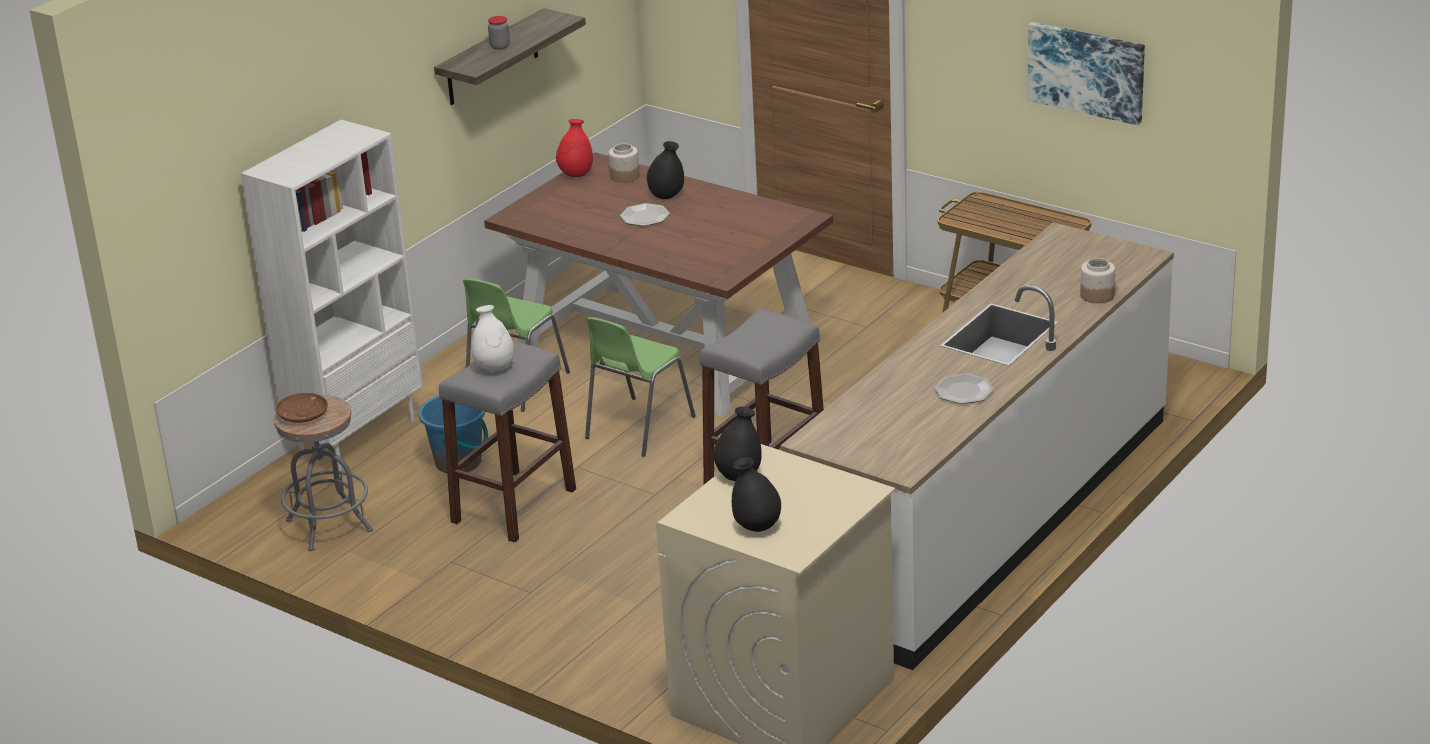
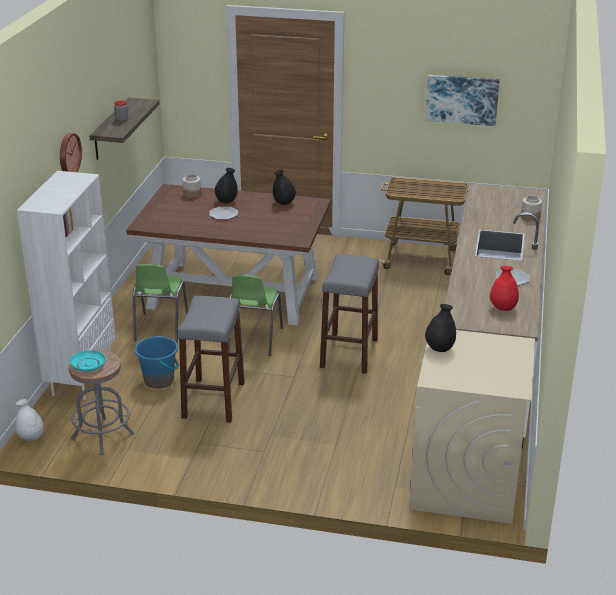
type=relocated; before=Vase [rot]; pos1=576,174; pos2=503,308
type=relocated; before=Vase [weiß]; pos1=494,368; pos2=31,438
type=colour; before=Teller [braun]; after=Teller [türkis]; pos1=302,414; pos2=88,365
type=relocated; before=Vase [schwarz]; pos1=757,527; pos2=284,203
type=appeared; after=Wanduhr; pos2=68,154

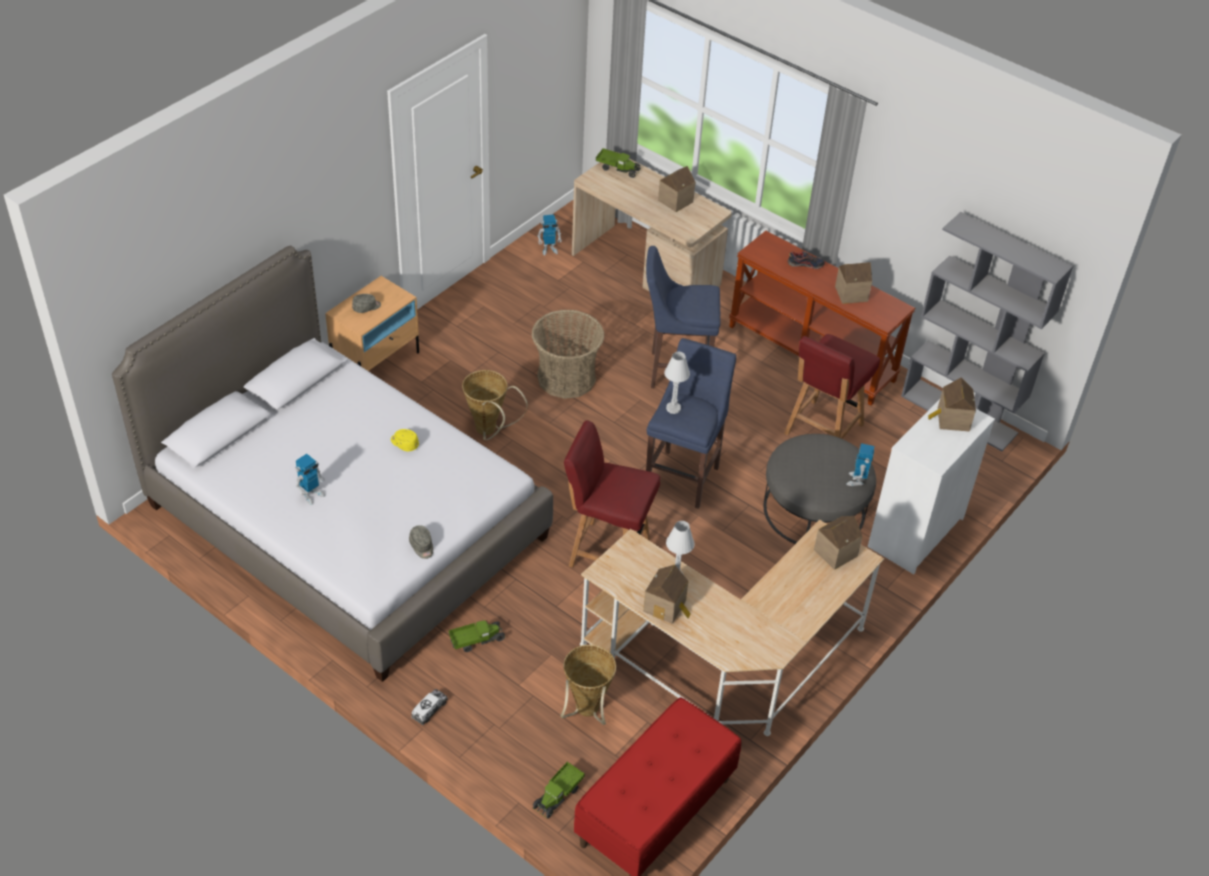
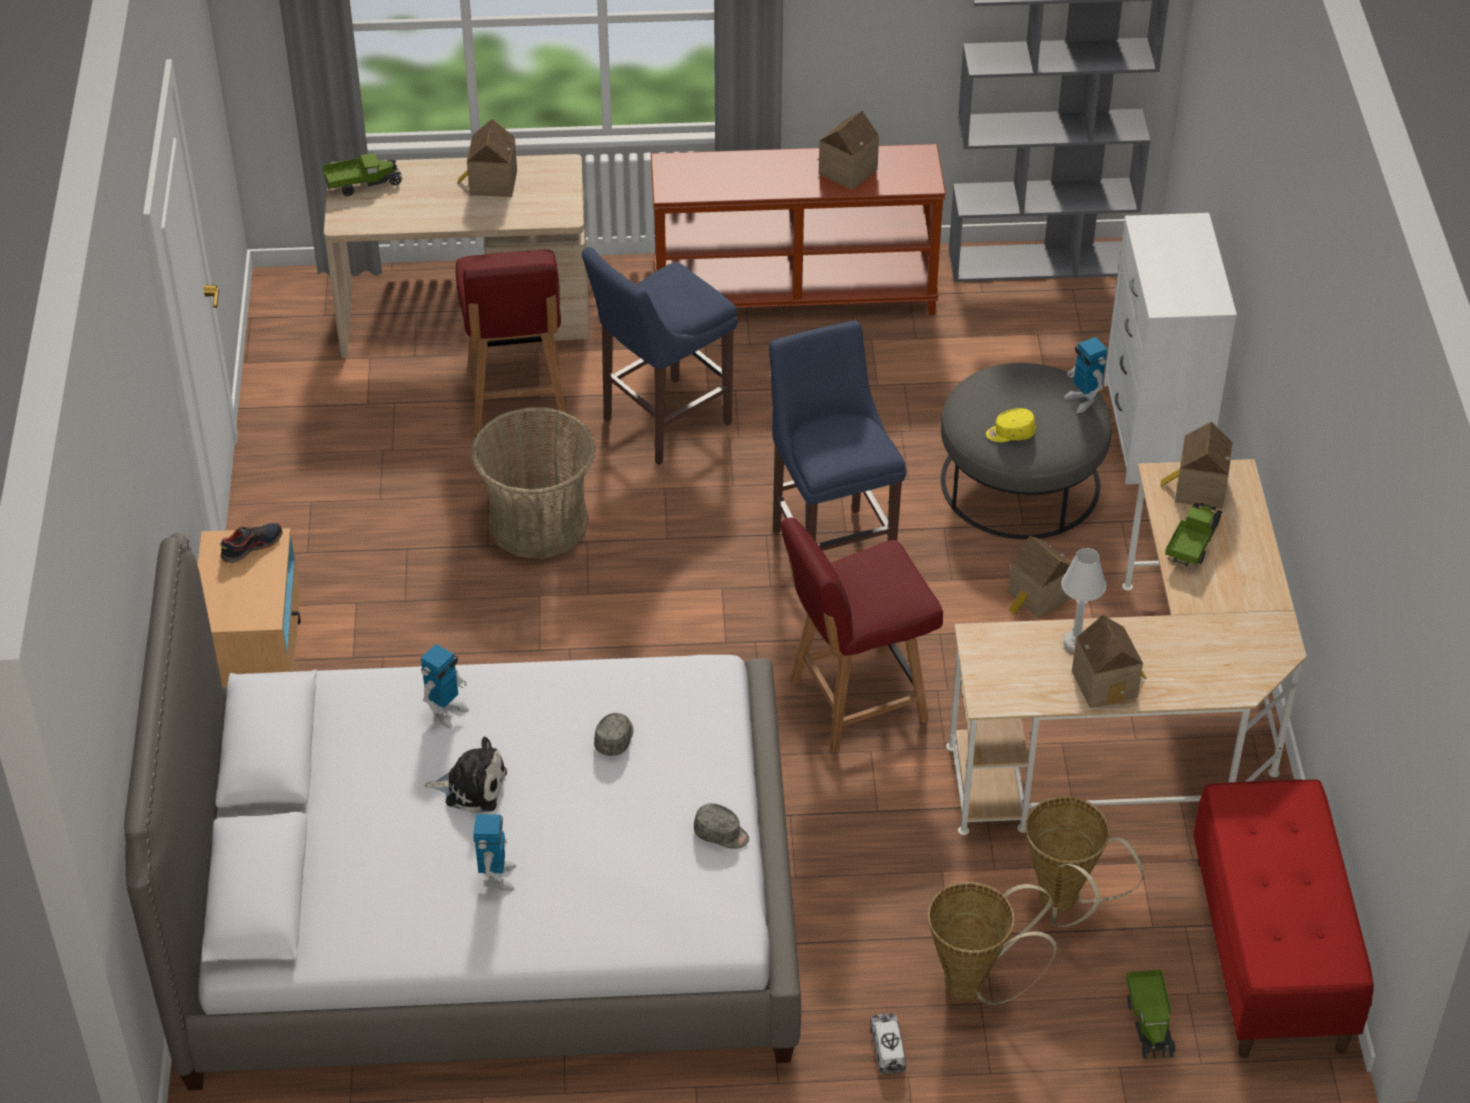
type=relocated; before=Spielzeugroboter; pos1=549,249; pos2=446,711
type=relocated; before=Schuh; pos1=805,264; pos2=251,546
type=relocated; before=Kappe [grau]; pos1=366,307; pos2=615,738
type=relocated; before=Stuhl [rot]; pos1=822,430; pos2=517,400
type=missing; before=Tischlampe [weiß]; pos1=673,408
type=relocated; before=Korb; pos1=489,431; pos2=975,986
type=relocated; before=Spielzeughaus; pos1=951,419; pos2=1038,597
type=relocated; before=Kappe [gelb]; pos1=404,443; pos2=1010,433
type=relocated; before=Spielzeuglaster; pos1=476,640; pos2=1192,543
type=appeared; after=Plüschtier; pos2=471,786

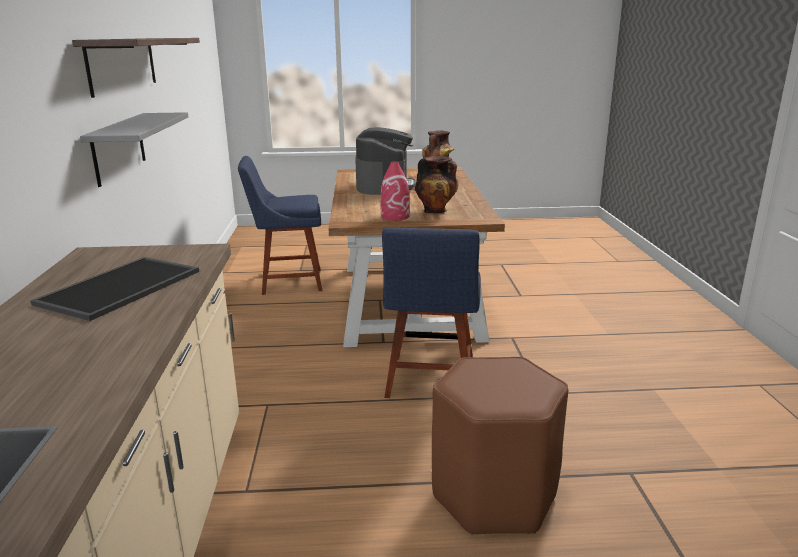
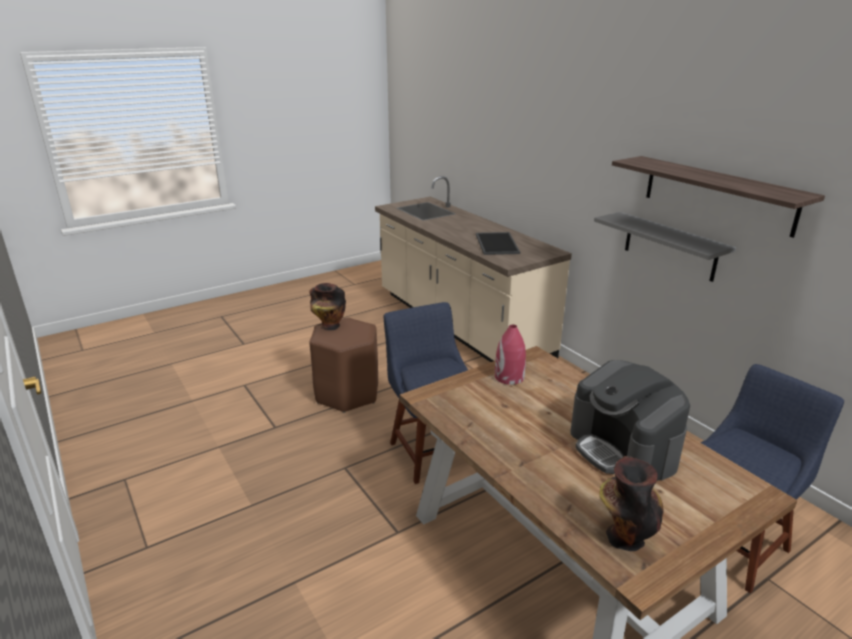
type=relocated; before=Vase; pos1=436,211; pos2=329,326

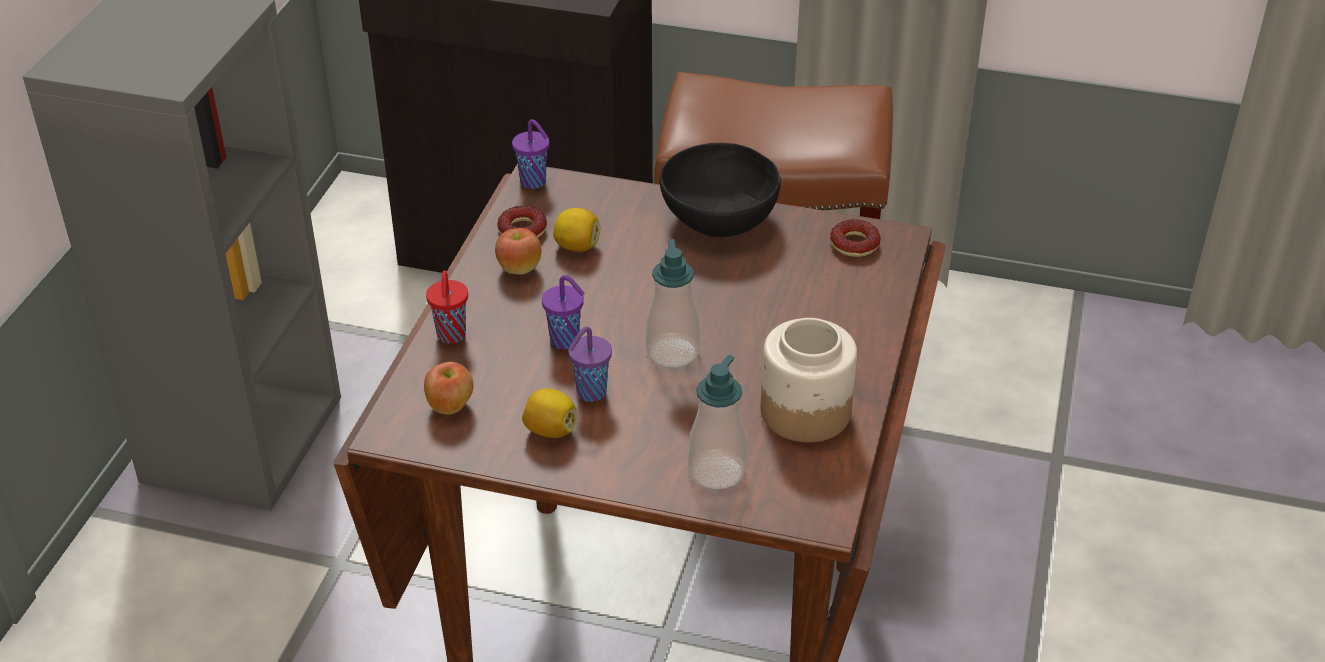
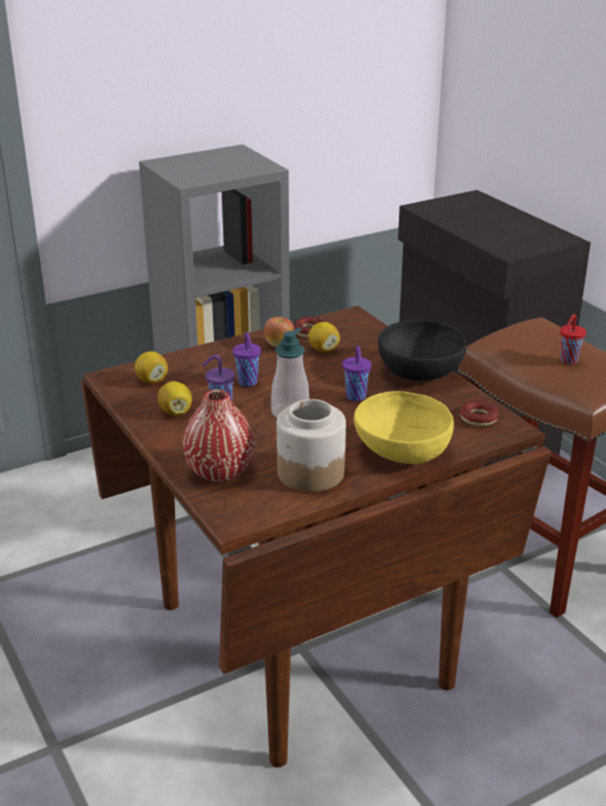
type=relocated; before=Tasse [lila]; pos1=534,182; pos2=356,397
type=relocated; before=Tasse [rot]; pos1=451,336; pos2=568,361
type=exchanged; before=Seifenspender; after=Vase [rot]; pos1=716,471; pos2=219,471
type=exchanged; before=Apfel; after=Zitrone; pos1=451,406; pos2=152,380
type=appeared; after=Schüssel [gelb]; pos2=401,451

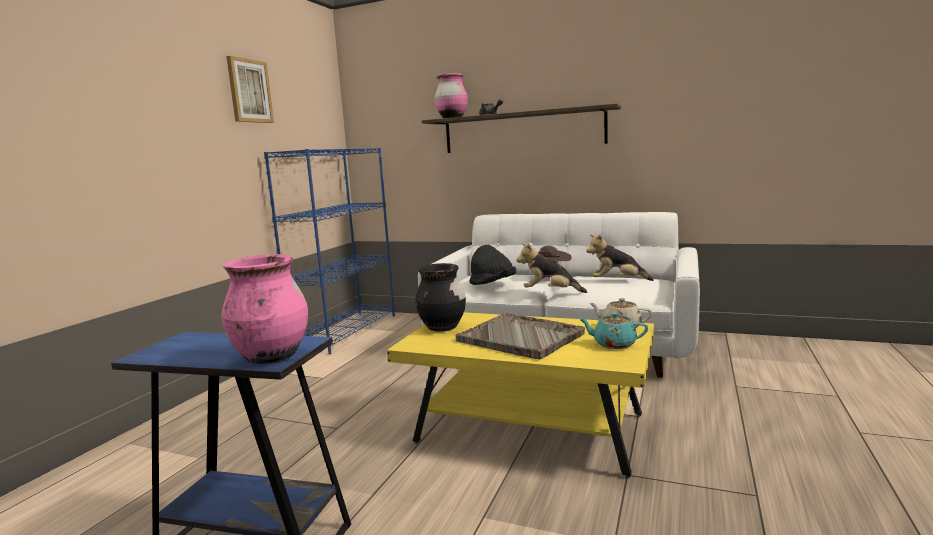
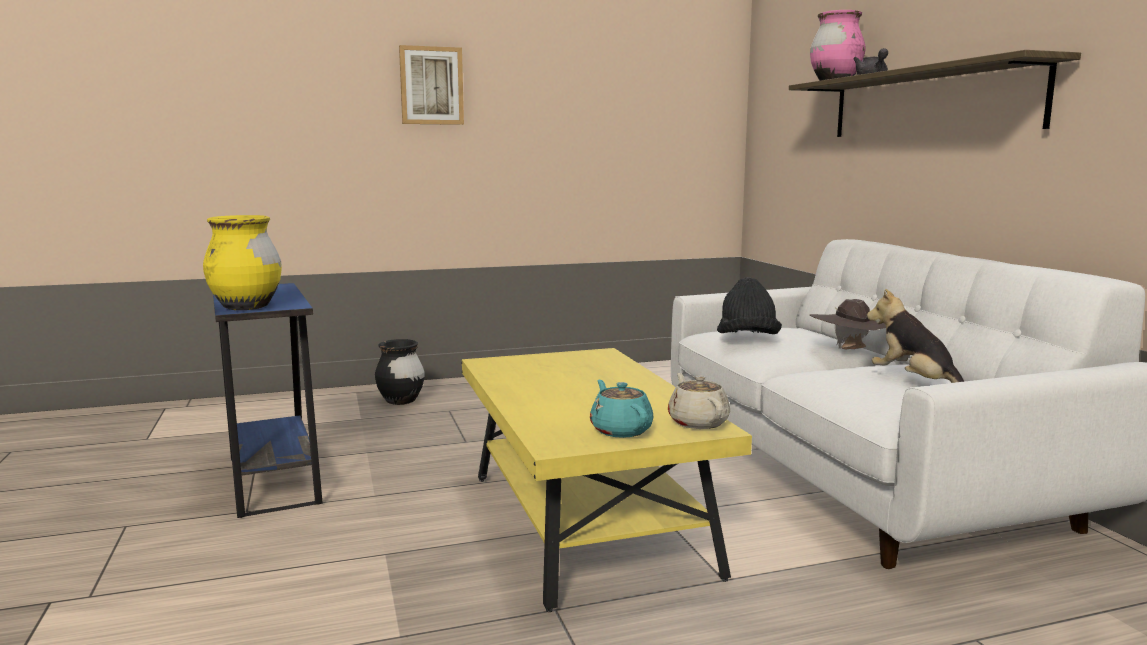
type=relocated; before=Bild; pos1=249,91; pos2=431,86
type=missing; before=Bücherregal [blau]; pos1=346,331
type=missing; before=Plüschtier; pos1=550,292
type=colour; before=Vase [rosa]; after=Vase [gelb]; pos1=272,357; pos2=246,307
type=relocated; before=Vase [schwarz]; pos1=442,327; pos2=401,401
type=missing; before=Tablett [grau]; pos1=521,338

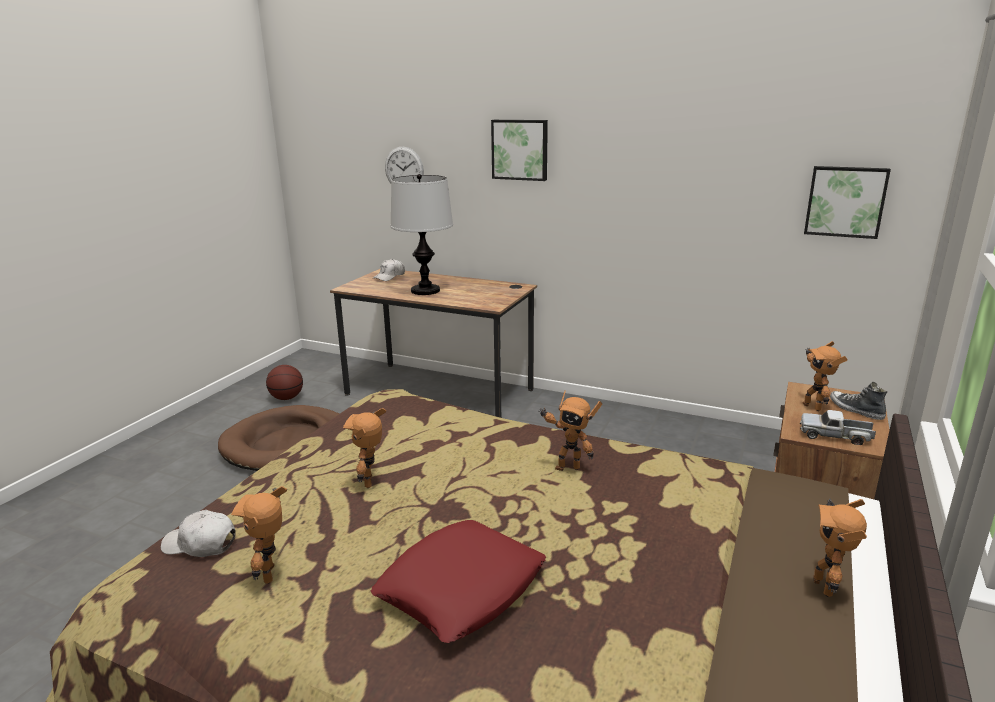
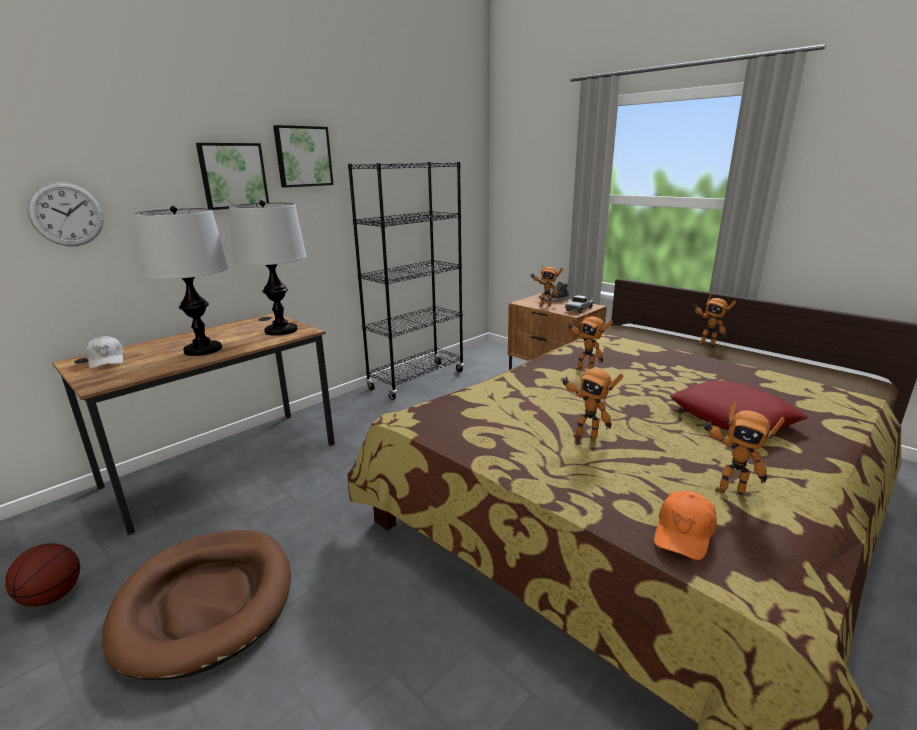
type=relocated; before=Bild; pos1=845,201; pos2=303,156
type=spun; before=Spielzeugroboter; pos1=567,467; pos2=584,368; turn=90
type=colour; before=Kappe [weiß]; after=Kappe [orange]; pos1=200,544; pos2=684,533
type=appeared; after=Bücherregal [schwarz]; pos2=417,380
type=appeared; after=Tischlampe; pos2=281,330

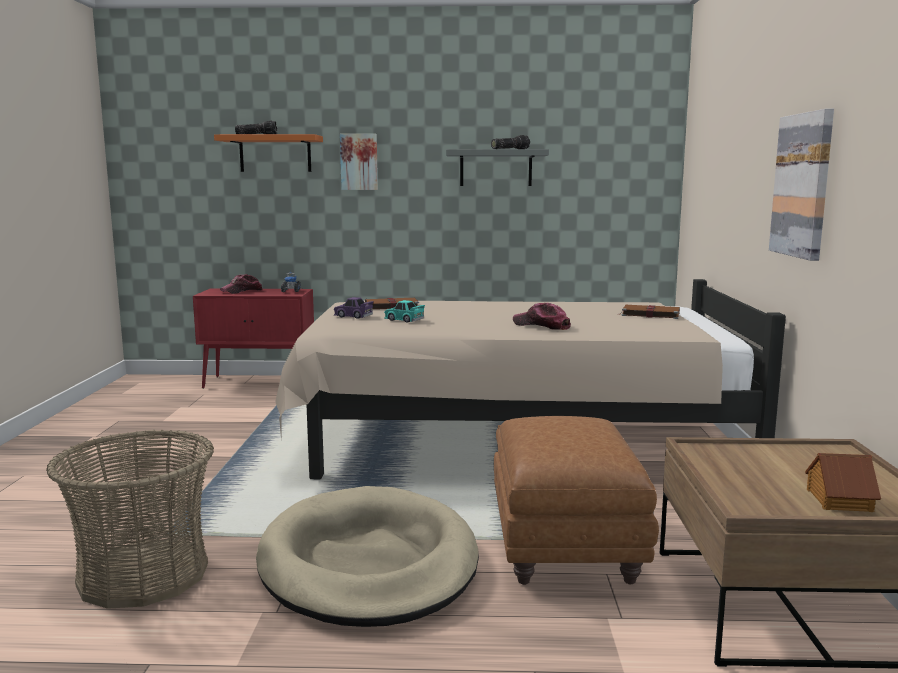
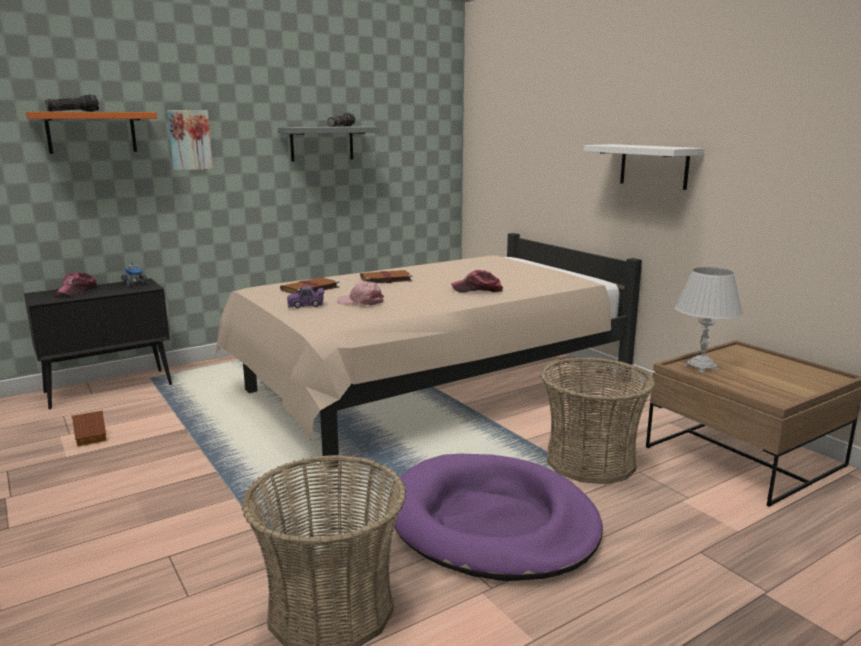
type=exchanged; before=Bild; after=Wandregal [weiß]; pos1=802,185; pos2=654,166
type=colour; before=Schrank [rot]; after=Schrank [schwarz]; pos1=260,383; pos2=110,388
type=exchanged; before=Spielzeugauto [türkis]; after=Kappe [rosa]; pos1=404,320; pos2=361,302
type=relocated; before=Buch [braun]; pos1=649,314; pos2=385,279
type=exchanged; before=Polsterhocker [braun]; after=Korb; pos1=566,546; pos2=590,461
type=relocated; before=Spielzeughaus; pos1=838,500; pos2=90,438
type=colour; before=Hundebett [beige]; after=Hundebett [lila]; pos1=369,563; pos2=492,523
type=appeared; after=Tischlampe [weiß]; pos2=701,367

